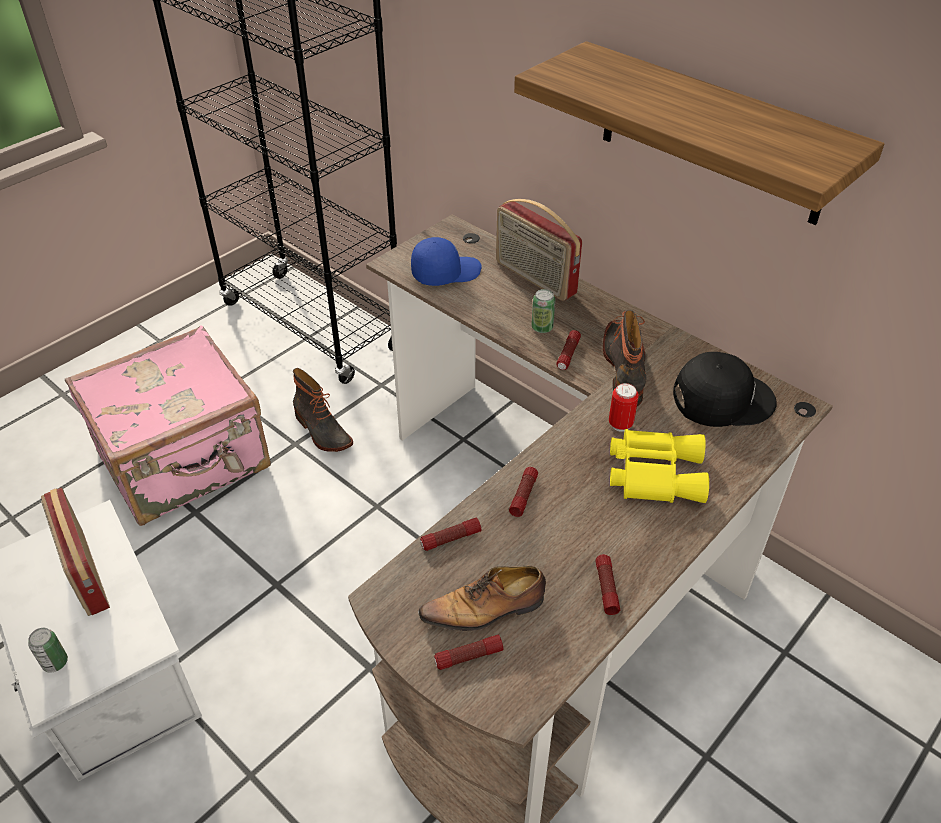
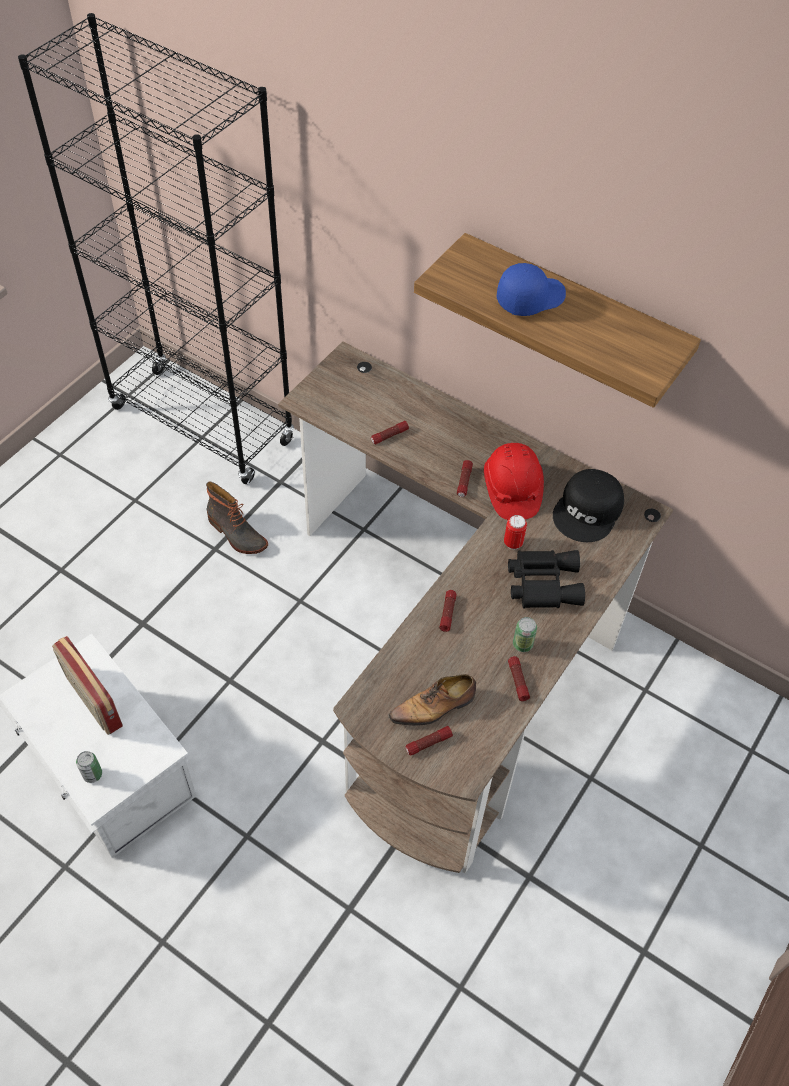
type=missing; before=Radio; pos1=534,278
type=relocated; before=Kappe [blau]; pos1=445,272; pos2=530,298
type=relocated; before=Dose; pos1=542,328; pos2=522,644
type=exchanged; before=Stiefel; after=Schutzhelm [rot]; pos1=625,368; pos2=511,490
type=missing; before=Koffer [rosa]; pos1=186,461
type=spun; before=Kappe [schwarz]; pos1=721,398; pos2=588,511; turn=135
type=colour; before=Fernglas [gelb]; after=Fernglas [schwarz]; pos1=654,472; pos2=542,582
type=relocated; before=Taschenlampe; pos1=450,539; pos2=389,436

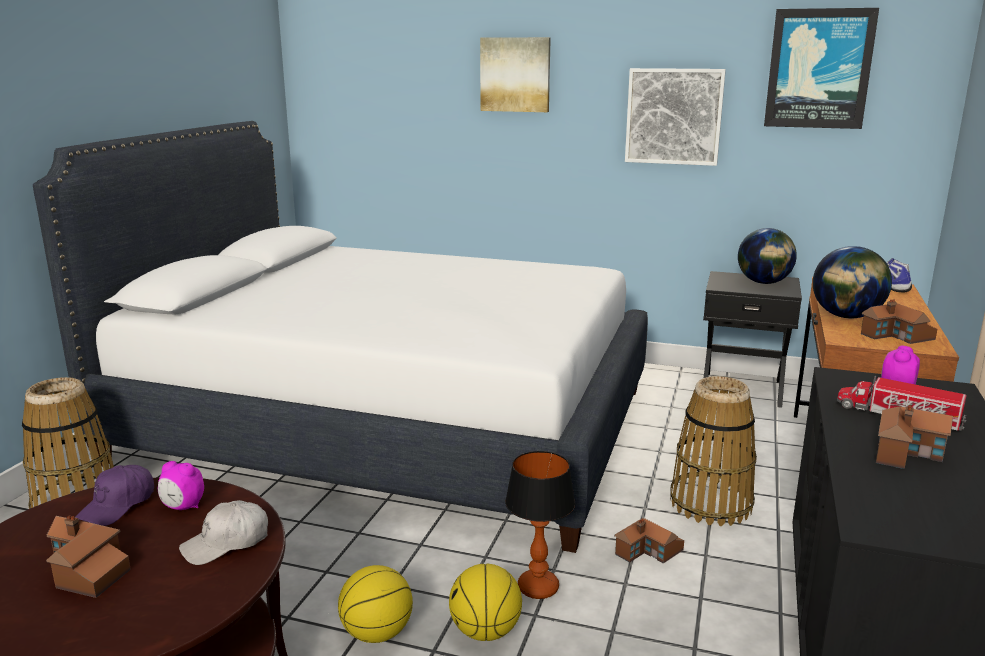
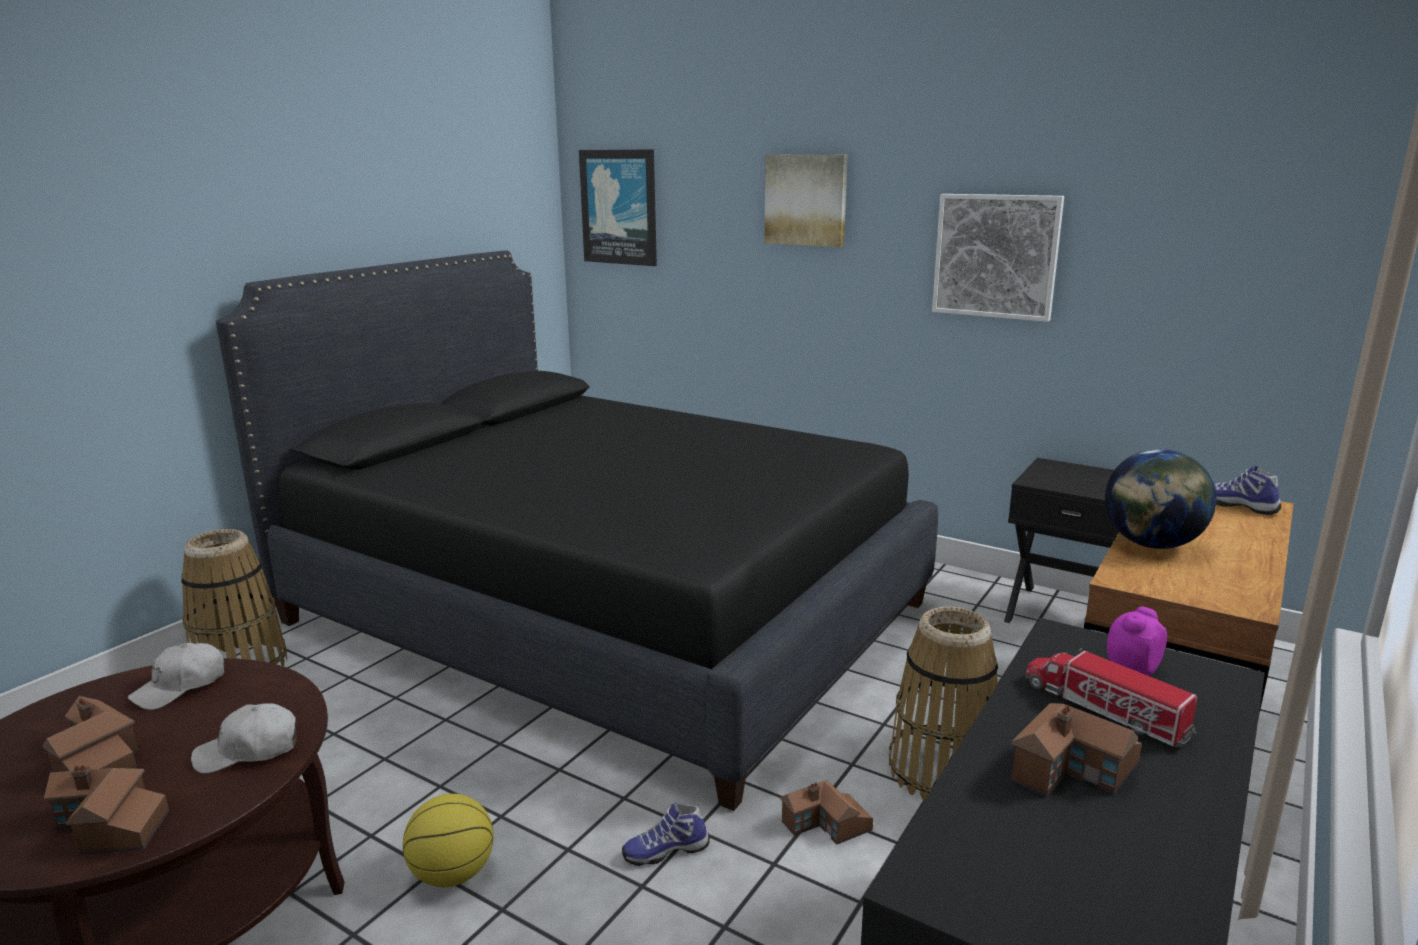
type=relocated; before=Bild; pos1=819,69; pos2=619,207
type=colour; before=Bett [weiß]; after=Bett [schwarz]; pos1=389,424; pos2=604,612
type=missing; before=Globus; pos1=764,282
type=relocated; before=Spielzeughaus; pos1=897,336; pos2=109,827
type=exchanged; before=Tischlampe; after=Schuh; pos1=539,588; pos2=665,850
type=missing; before=Wecker; pos1=183,507
type=colour; before=Kappe [lila]; after=Kappe [weiß]; pos1=118,505; pos2=180,687
type=missing; before=Basketball; pos1=485,632

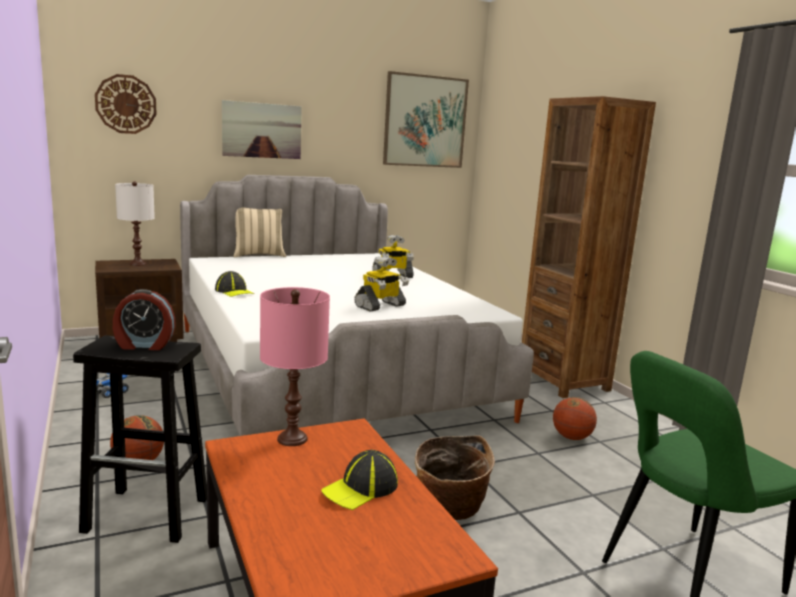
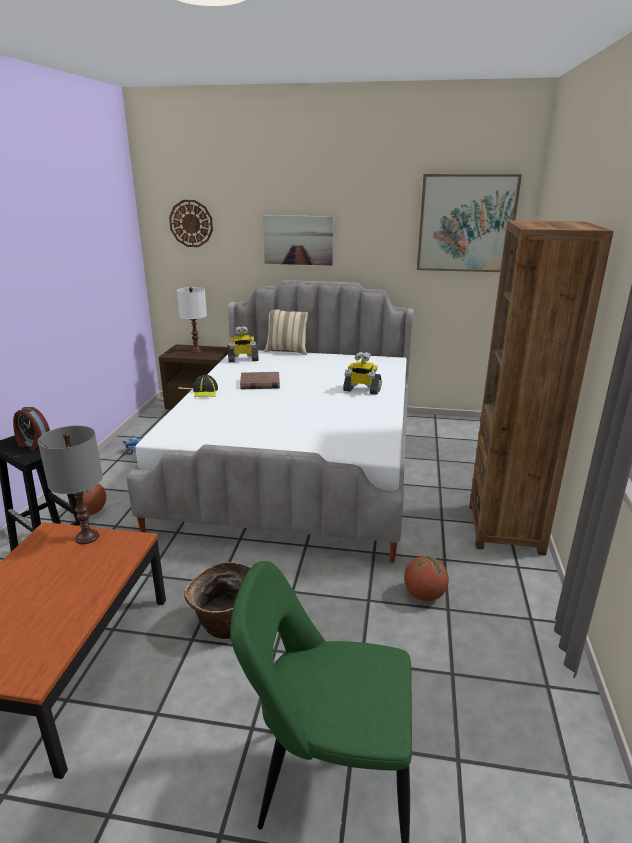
type=relocated; before=Spielzeugroboter; pos1=380,306; pos2=243,359
type=colour; before=Tischlampe [rosa]; after=Tischlampe [grau]; pos1=292,439; pos2=86,537
type=missing; before=Kappe; pos1=361,488
type=appeared; after=Buch [braun]; pos2=260,383

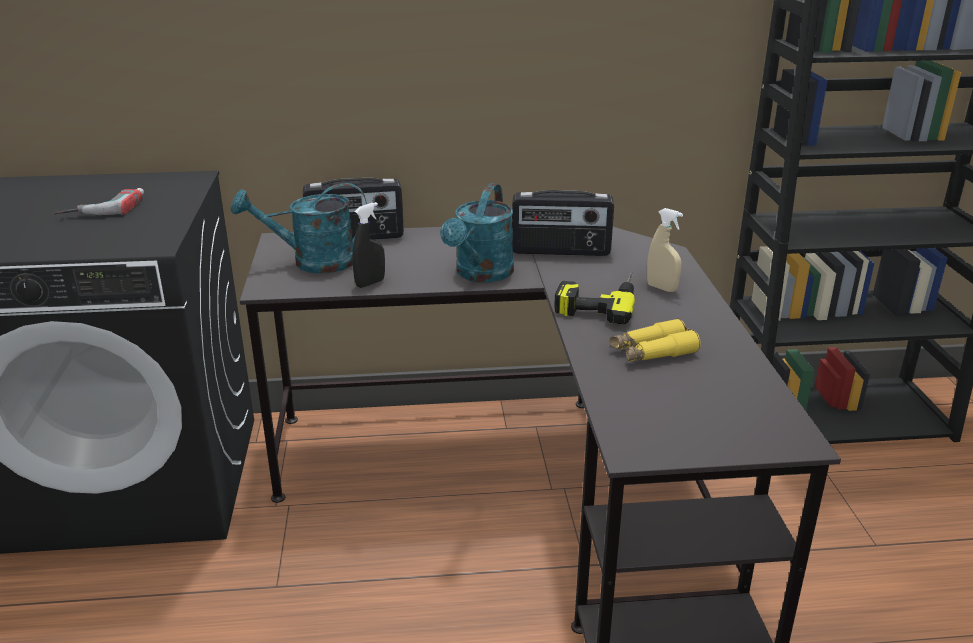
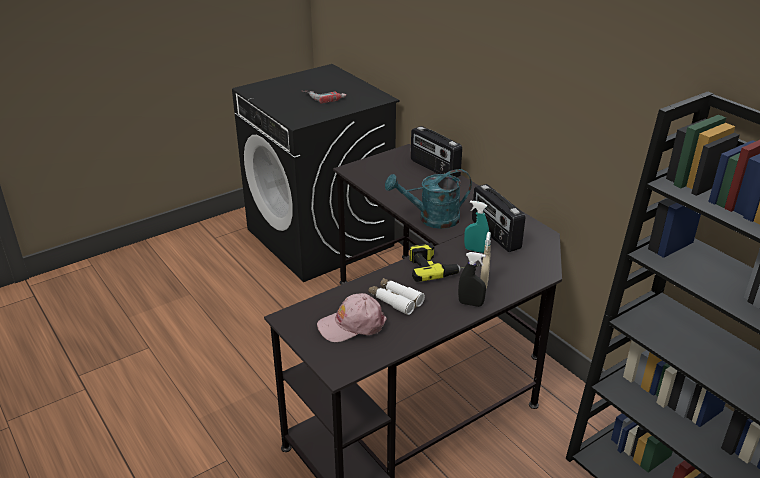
type=missing; before=Gießkanne [türkis]; pos1=312,262
type=relocated; before=Sprühflasche [schwarz]; pos1=370,283; pos2=470,303
type=colour; before=Fernglas [gelb]; after=Fernglas [weiß]; pos1=652,352; pos2=395,300
type=appeared; after=Sprühflasche [türkis]; pos2=475,250
type=appeared; after=Kappe [rosa]; pos2=352,325

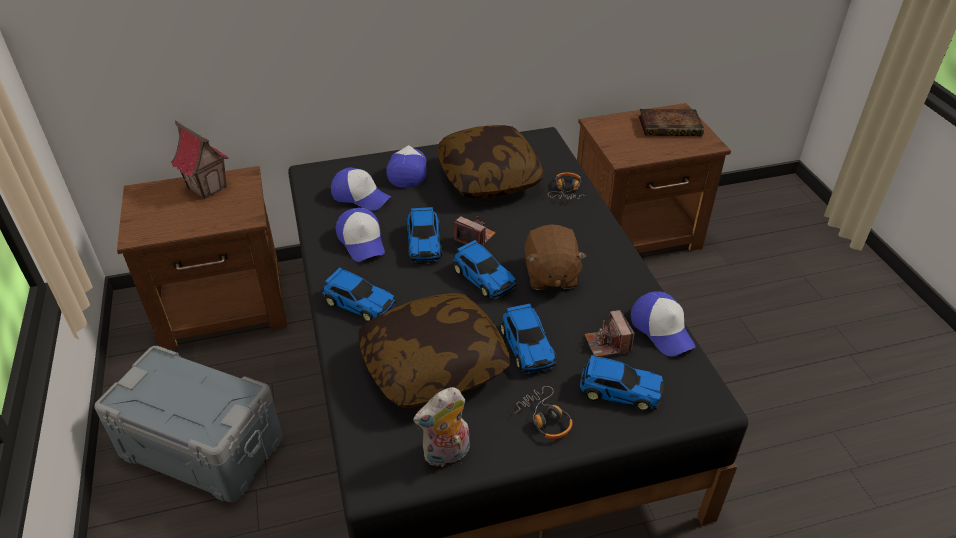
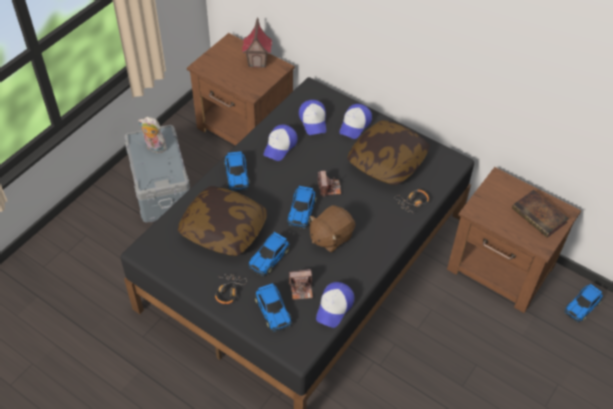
type=spun; before=Kappe; pos1=408,171; pos2=355,125; turn=150
type=relocated; before=Spielzeugauto; pos1=424,242; pos2=582,306
type=spun; before=Kamera; pos1=607,344; pos2=301,289; turn=-135
type=relocated; before=Plüschtier; pos1=446,455; pos2=154,148

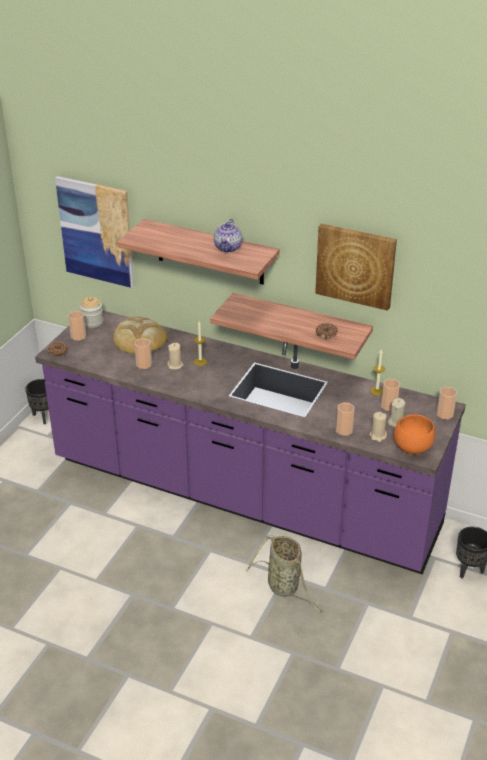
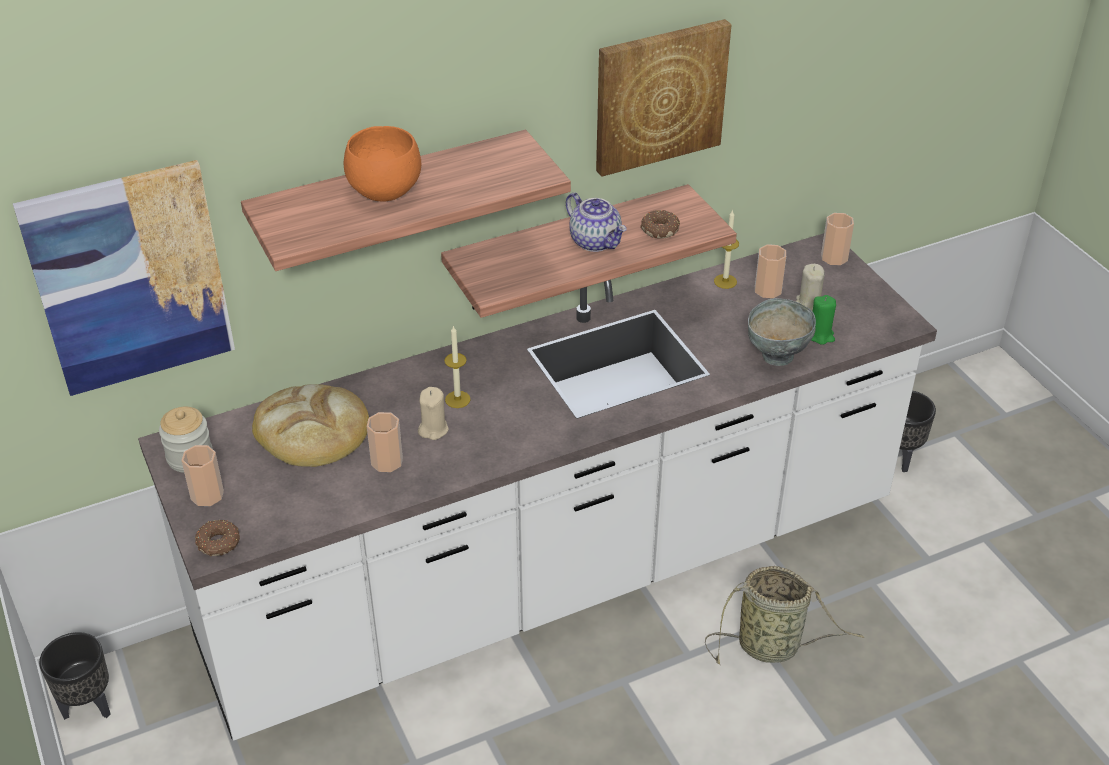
type=relocated; before=Teekanne; pos1=228,248; pos2=596,241
type=colour; before=Küchenzeile [lila]; after=Küchenzeile [weiß]; pos1=243,496; pos2=554,576
type=exchanged; before=Tasse; after=Schüssel [grau]; pos1=344,430; pos2=777,356
type=colour; before=Kerze [beige]; after=Kerze [grün]; pos1=378,436; pos2=820,335
type=relocated; before=Schüssel [orange]; pos1=411,448; pos2=383,192

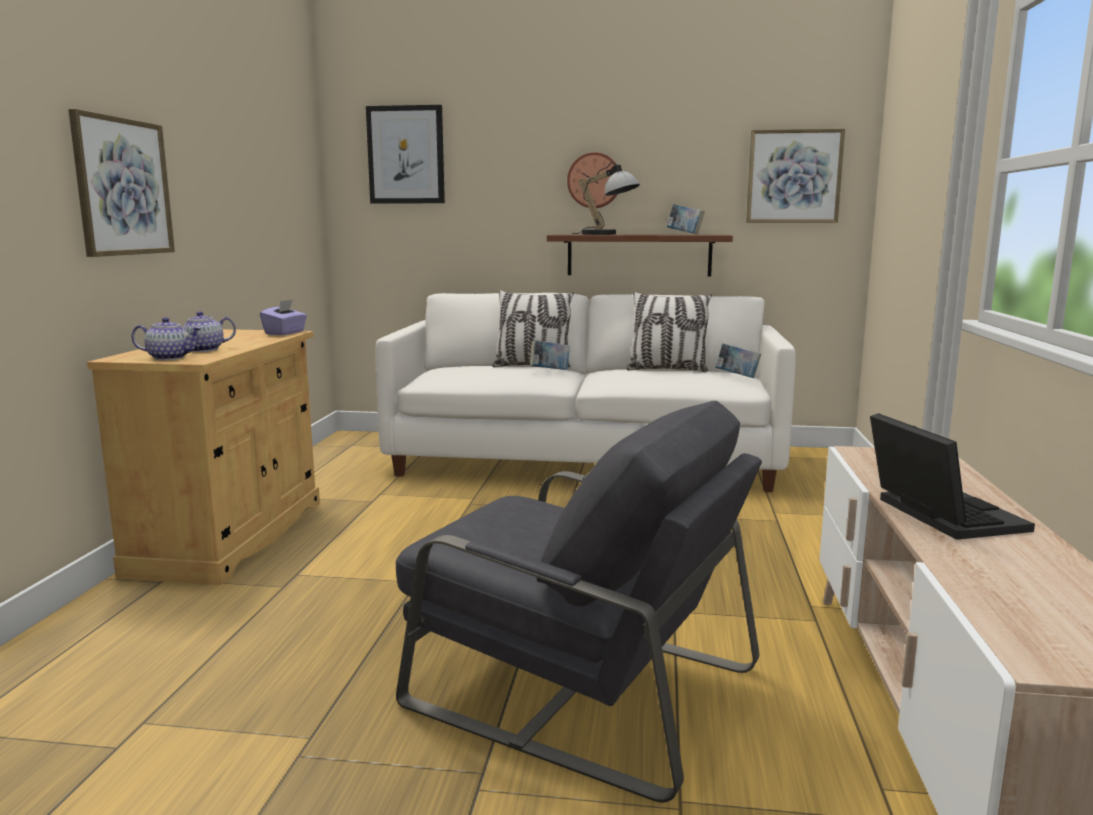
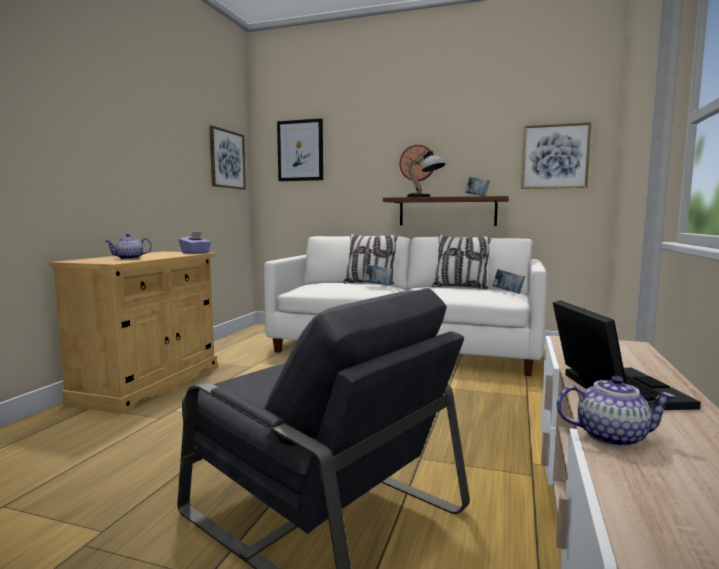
type=relocated; before=Bild; pos1=123,187; pos2=227,159
type=relocated; before=Teekanne; pos1=170,357; pos2=612,437

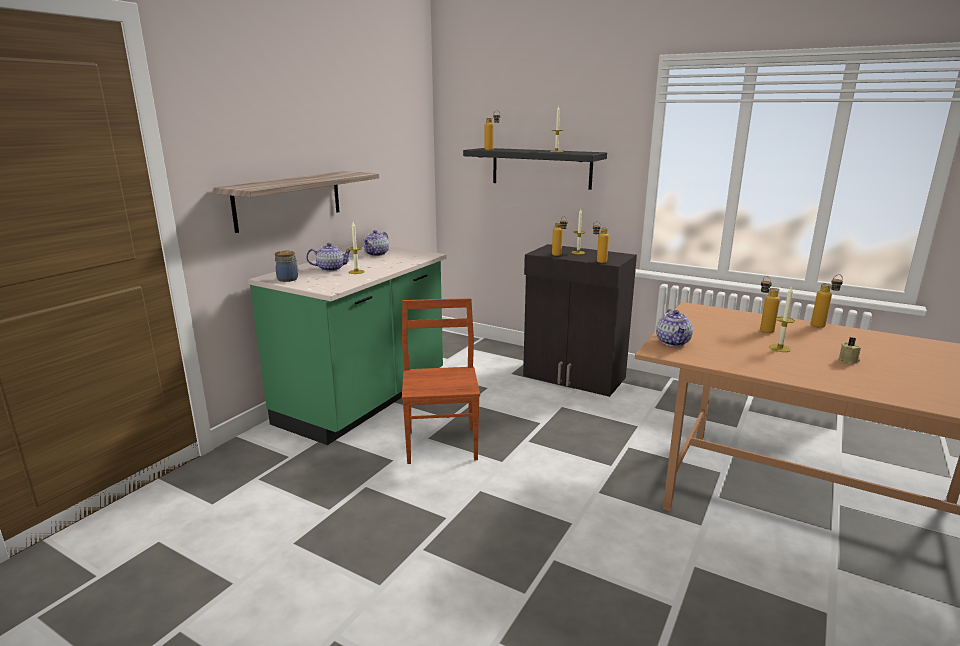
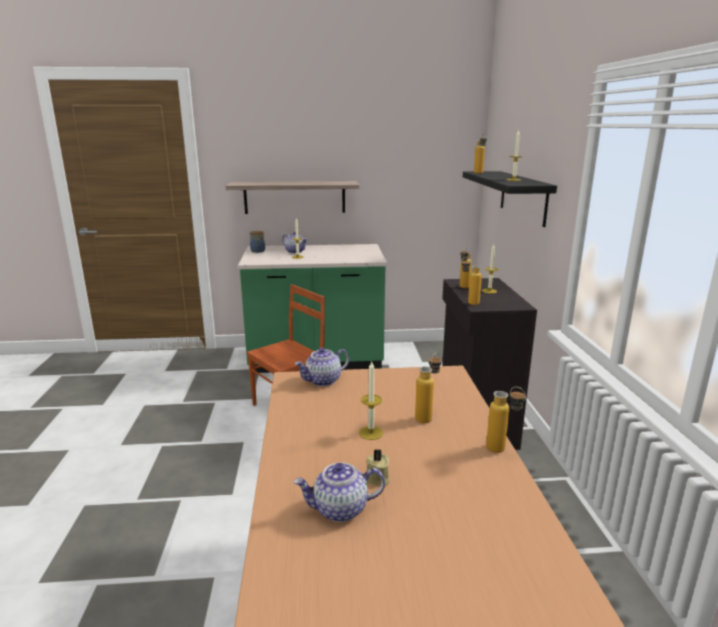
type=relocated; before=Teekanne; pos1=377,254; pos2=340,510

